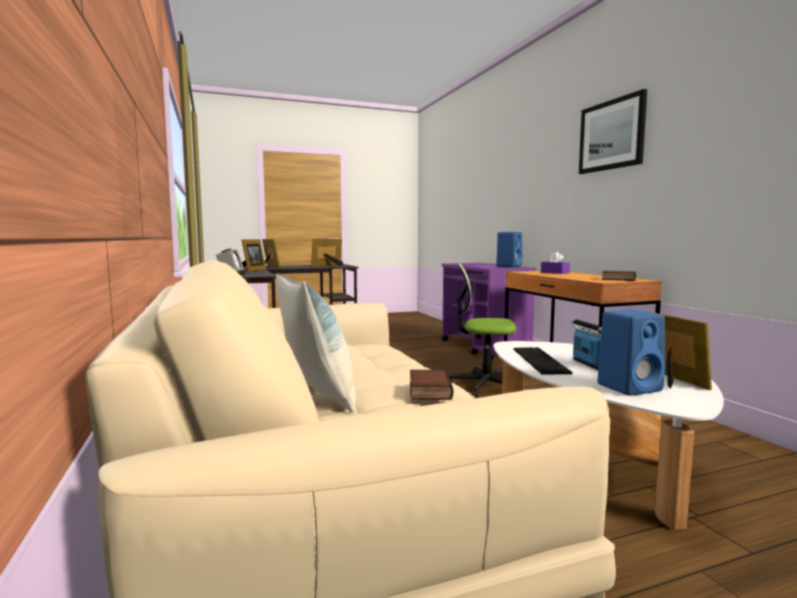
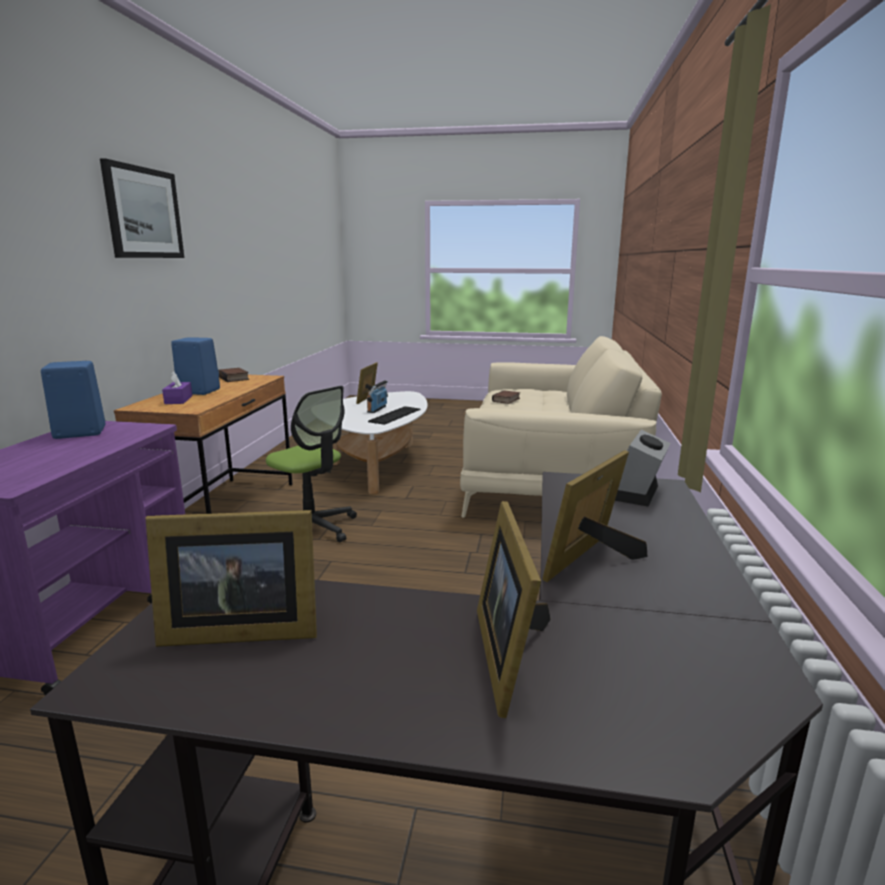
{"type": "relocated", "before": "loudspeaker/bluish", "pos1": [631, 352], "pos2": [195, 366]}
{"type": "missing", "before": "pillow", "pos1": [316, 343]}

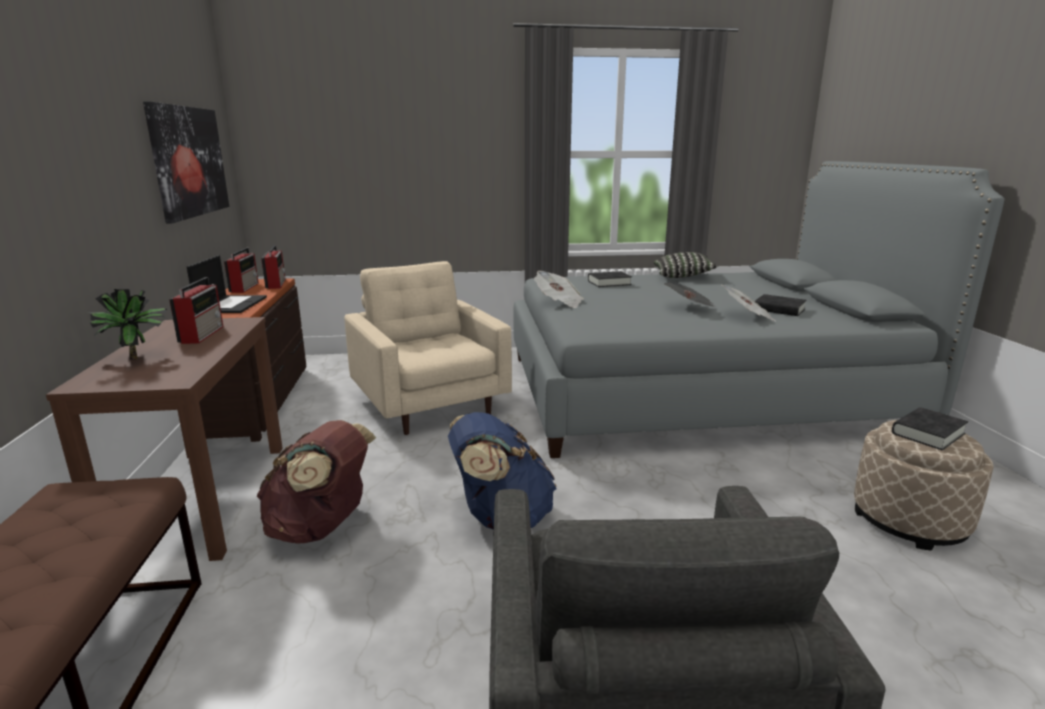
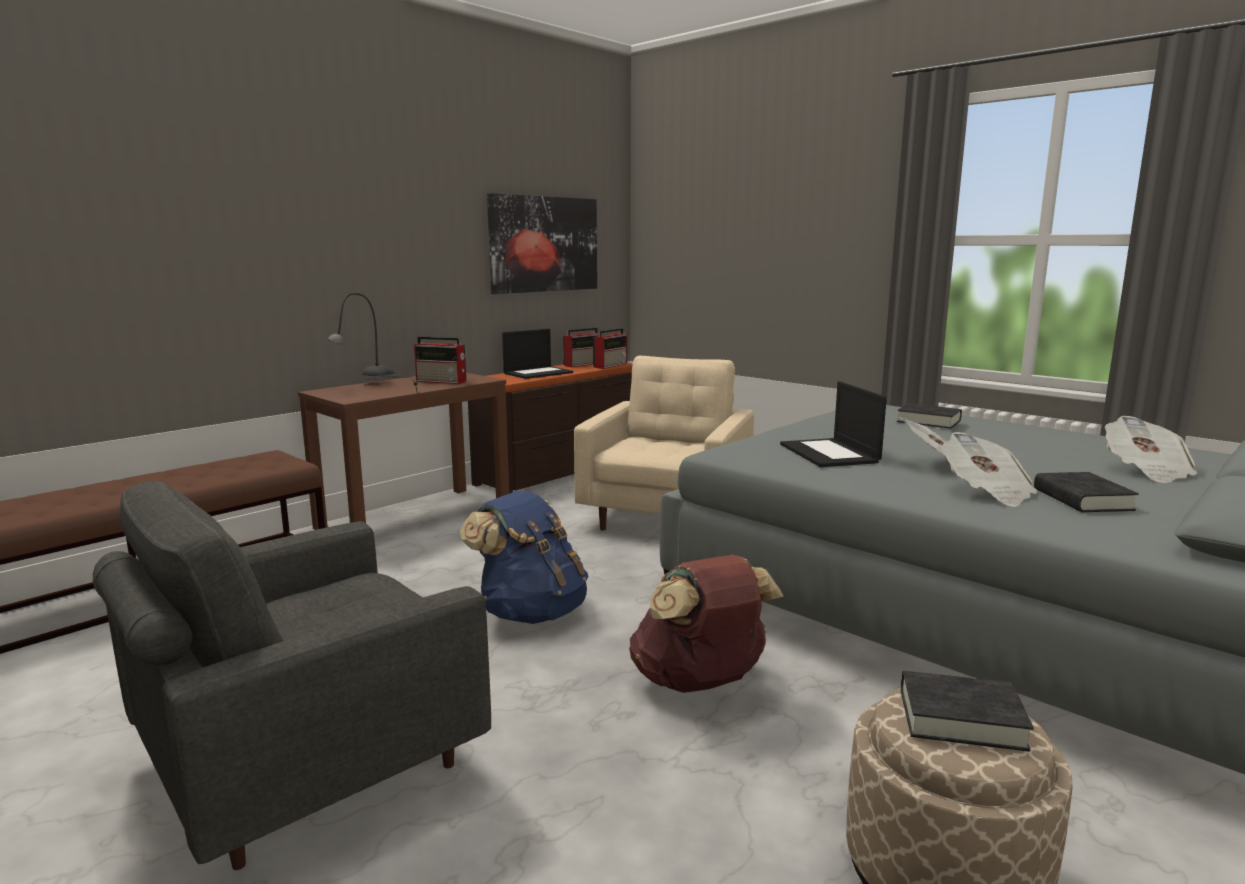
{"type": "exchanged", "before": "houseplant", "after": "table lamp/gray", "pos1": [127, 324], "pos2": [373, 342]}
{"type": "spun", "before": "radio", "pos1": [196, 310], "pos2": [440, 360], "turn": 60}
{"type": "relocated", "before": "rucksack/brownish", "pos1": [316, 481], "pos2": [706, 624]}
{"type": "appeared", "after": "portable computer", "pos2": [833, 424]}
{"type": "relocated", "before": "printed paper", "pos1": [559, 289], "pos2": [1151, 449]}
{"type": "missing", "before": "pillow", "pos1": [686, 265]}

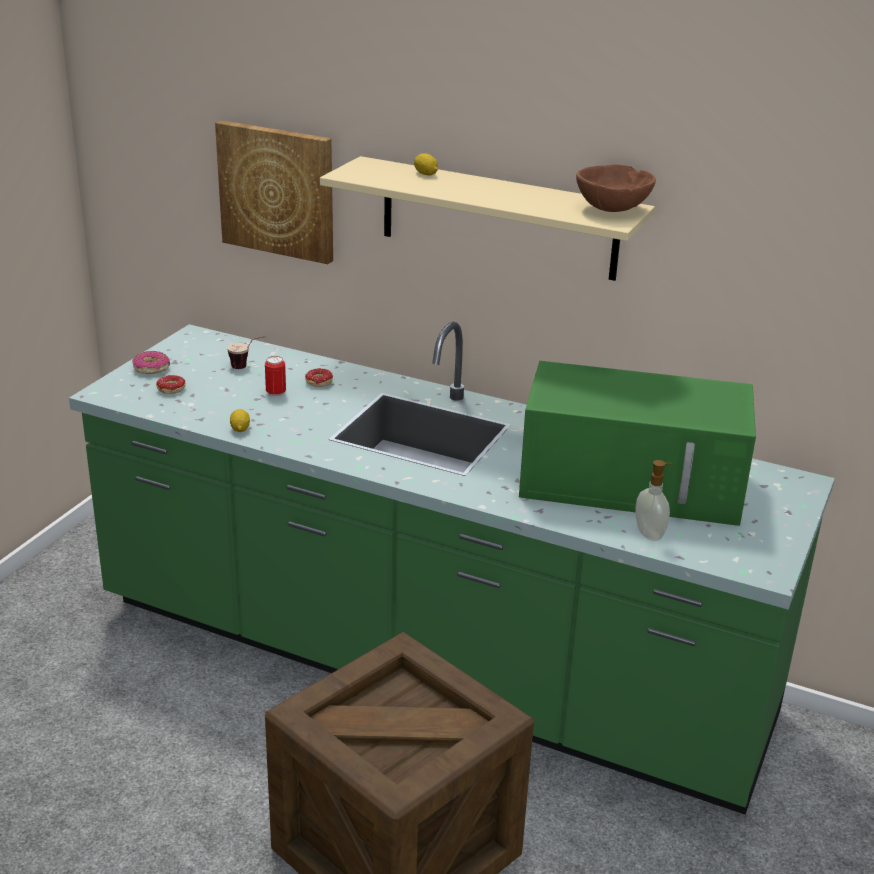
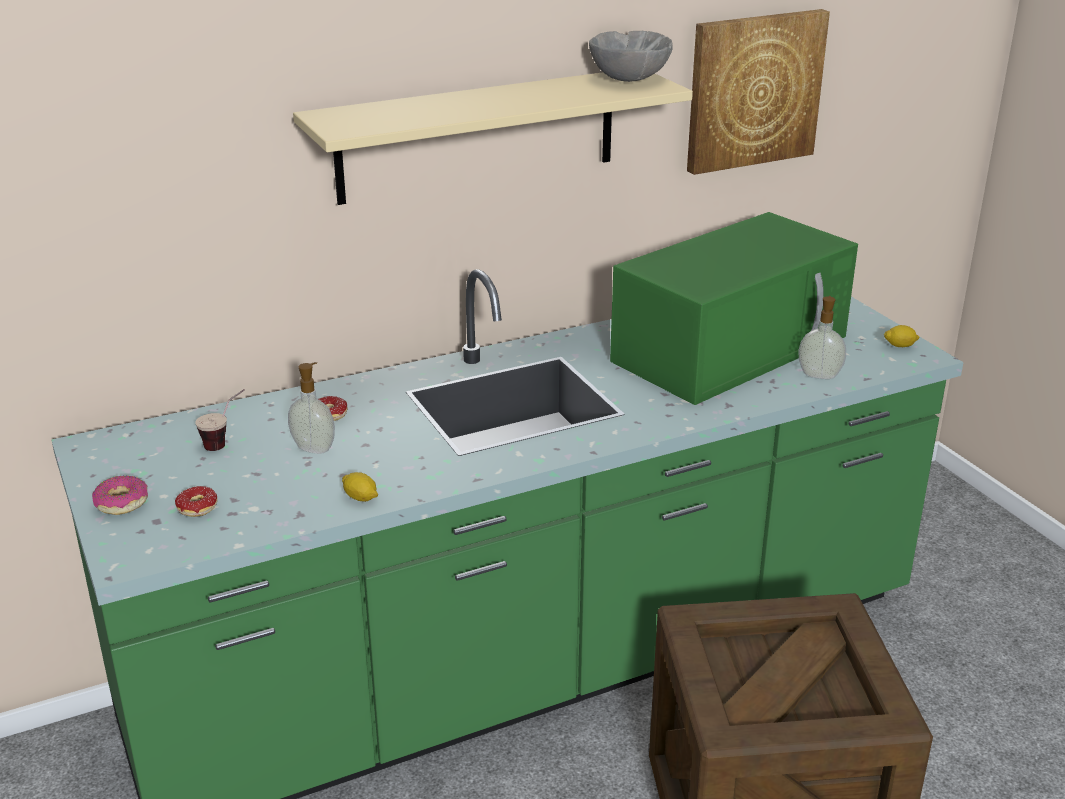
{"type": "exchanged", "before": "sealed can", "after": "liquid soap bottle", "pos1": [275, 376], "pos2": [311, 408]}
{"type": "colour", "before": "deep dish/brownish", "after": "deep dish/gray", "pos1": [616, 188], "pos2": [631, 56]}
{"type": "relocated", "before": "wall art", "pos1": [274, 192], "pos2": [758, 92]}
{"type": "relocated", "before": "citrus fruit", "pos1": [426, 164], "pos2": [902, 336]}

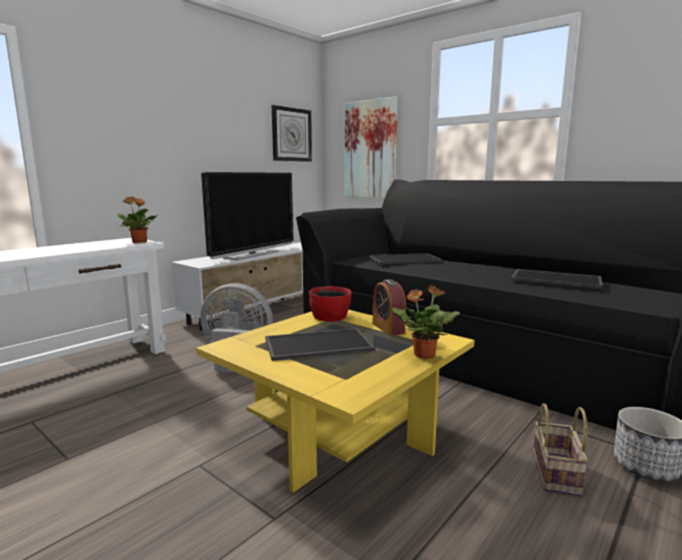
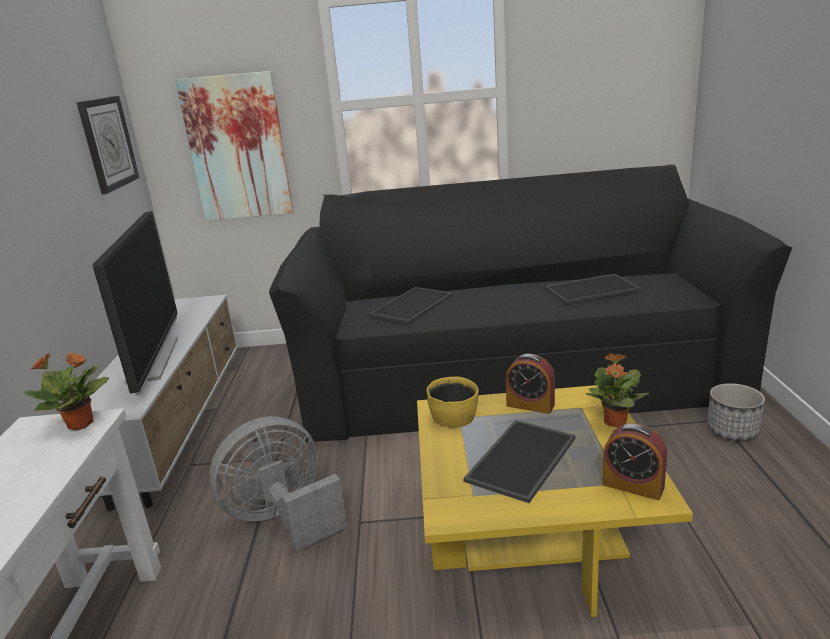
{"type": "colour", "before": "deep dish/red-coloured", "after": "deep dish/yellow", "pos1": [330, 304], "pos2": [452, 402]}
{"type": "appeared", "after": "bedside clock", "pos2": [634, 461]}
{"type": "missing", "before": "household basket", "pos1": [560, 449]}

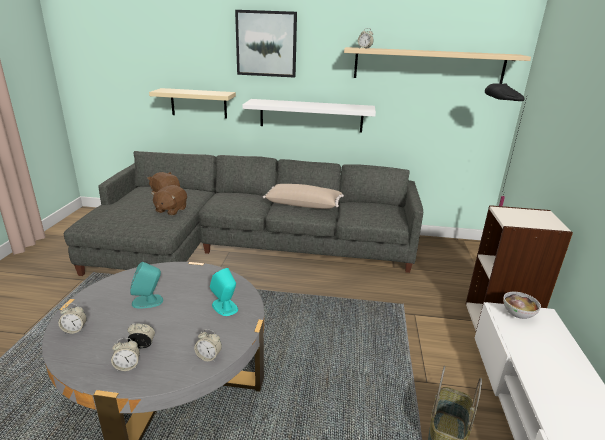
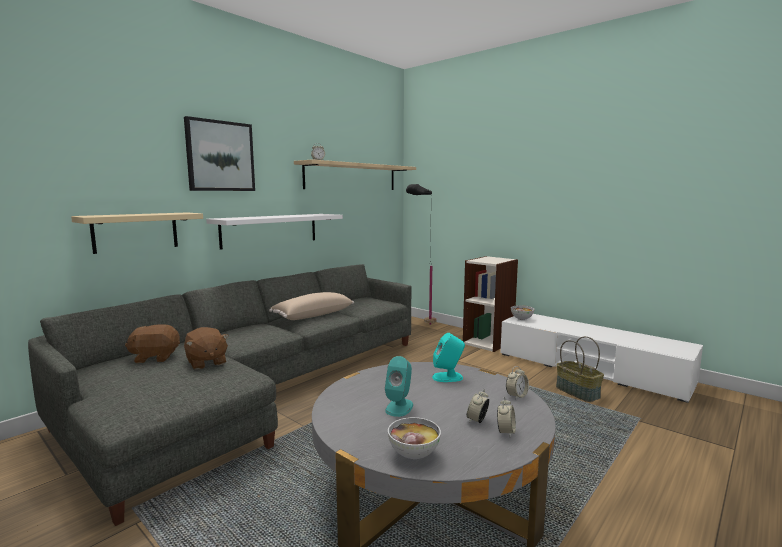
{"type": "exchanged", "before": "bedside clock", "after": "deep dish", "pos1": [72, 319], "pos2": [414, 438]}

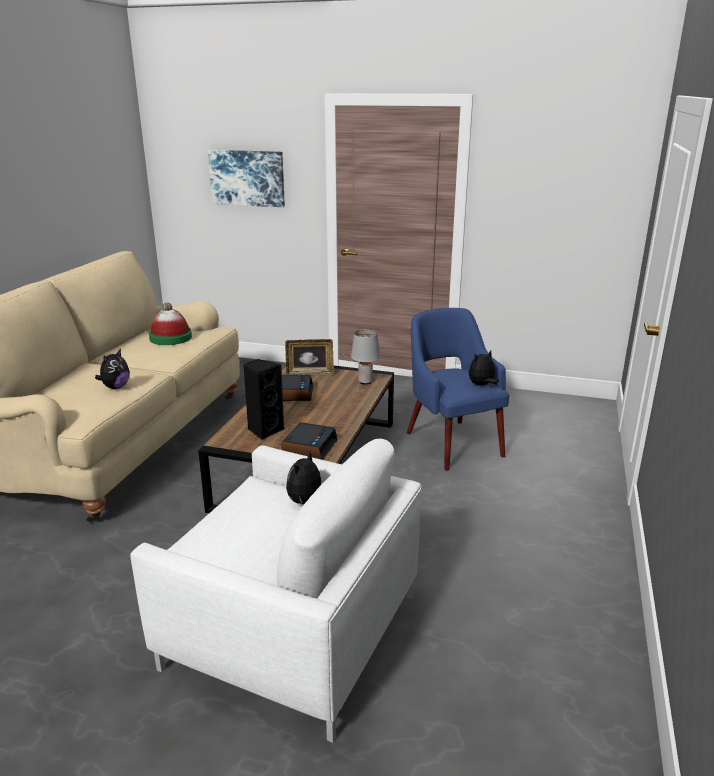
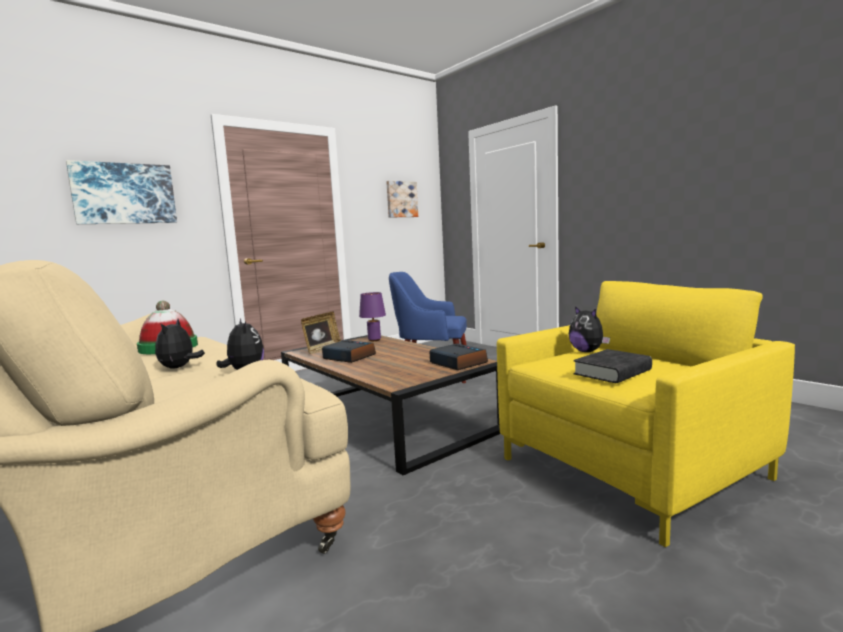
{"type": "relocated", "before": "cuddly toy", "pos1": [484, 368], "pos2": [180, 344]}
{"type": "colour", "before": "table lamp/gray", "after": "table lamp/purple", "pos1": [365, 357], "pos2": [372, 316]}
{"type": "appeared", "after": "wall art", "pos2": [402, 199]}
{"type": "colour", "before": "armchair/whitish", "after": "armchair/yellow", "pos1": [275, 591], "pos2": [646, 414]}
{"type": "appeared", "after": "book/blackish", "pos2": [612, 366]}
{"type": "missing", "before": "loudspeaker/blackish", "pos1": [263, 399]}

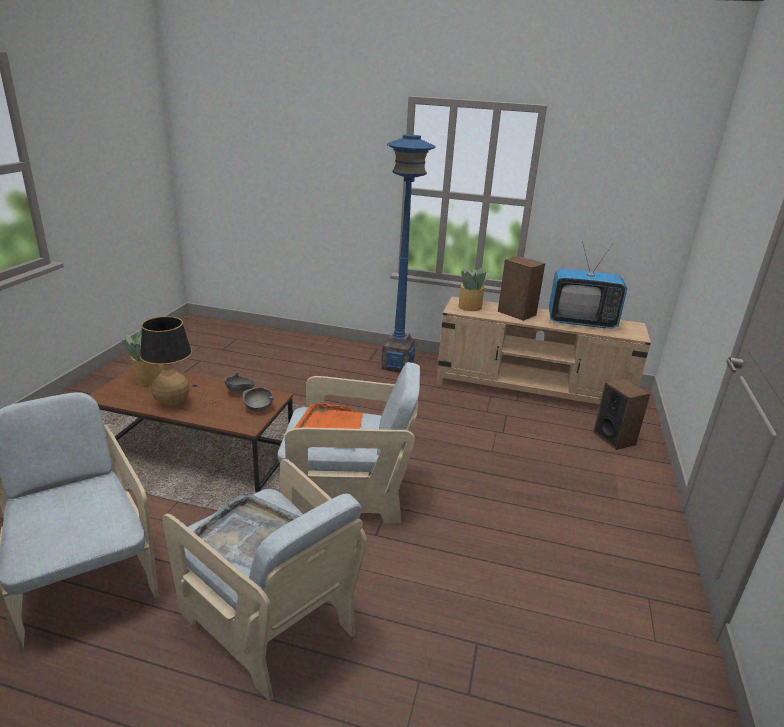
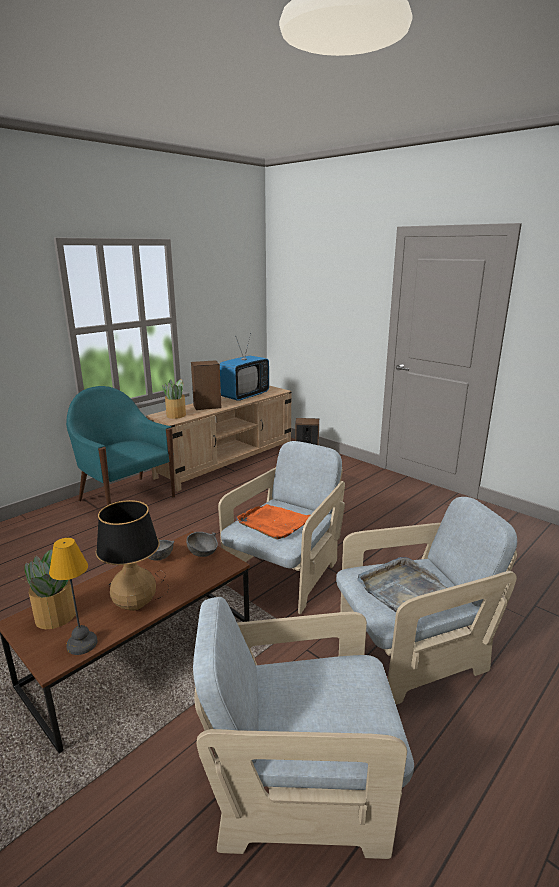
{"type": "appeared", "after": "table lamp", "pos2": [73, 596]}
{"type": "exchanged", "before": "standard lamp/bluish", "after": "armchair/turquoise", "pos1": [408, 253], "pos2": [120, 445]}

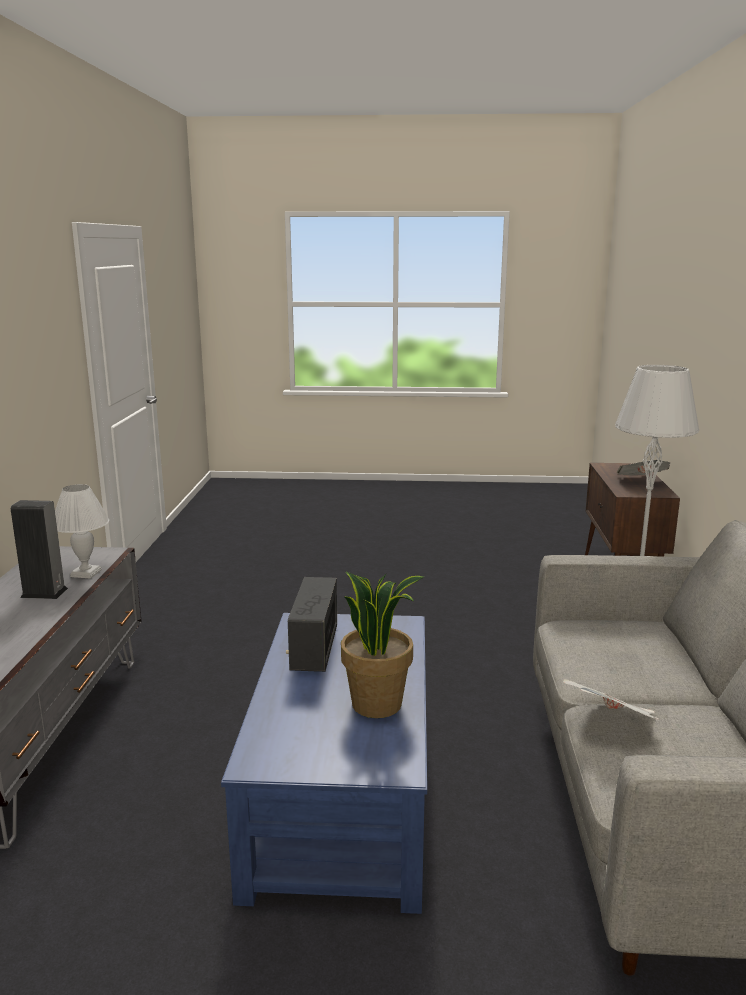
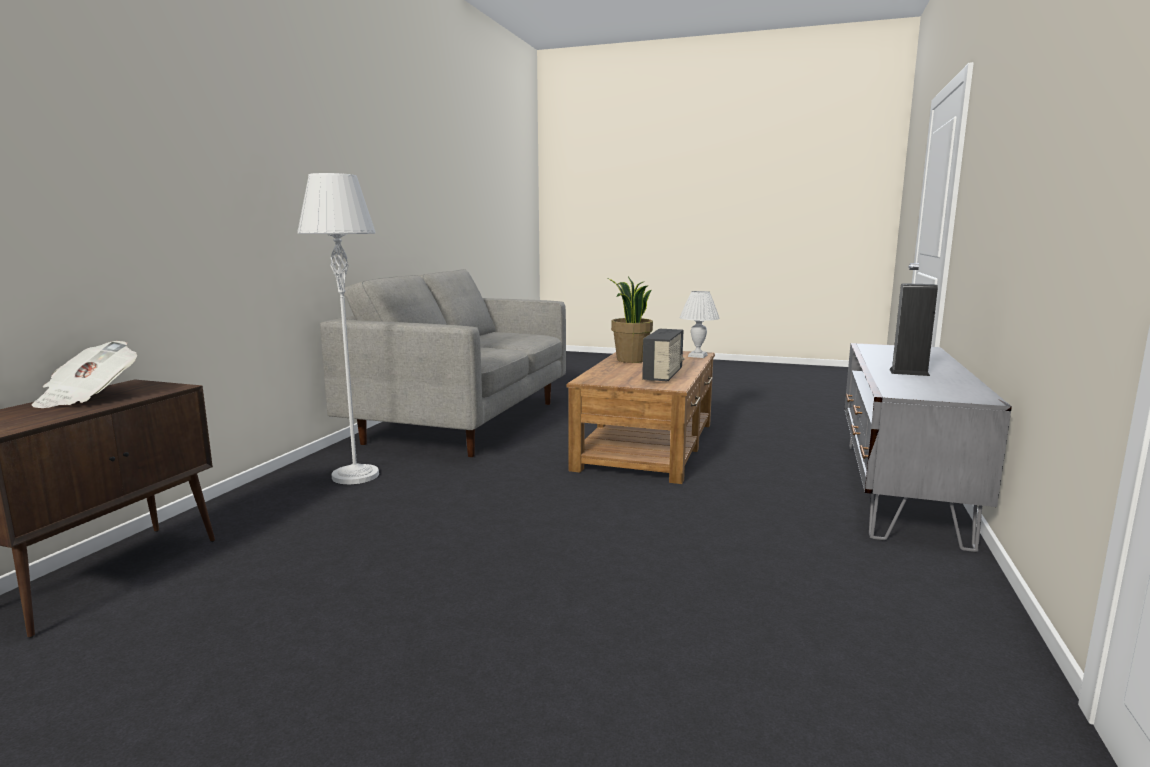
{"type": "colour", "before": "lounge table/bluish", "after": "lounge table/brownish", "pos1": [324, 763], "pos2": [640, 417]}
{"type": "relocated", "before": "table lamp/whitish", "pos1": [82, 531], "pos2": [700, 324]}
{"type": "missing", "before": "printed paper", "pos1": [610, 699]}

